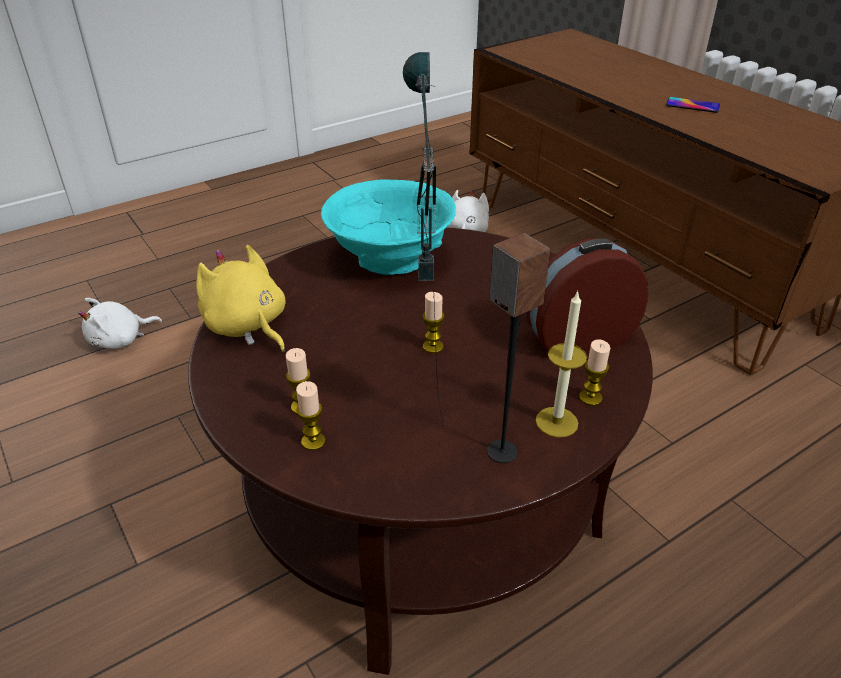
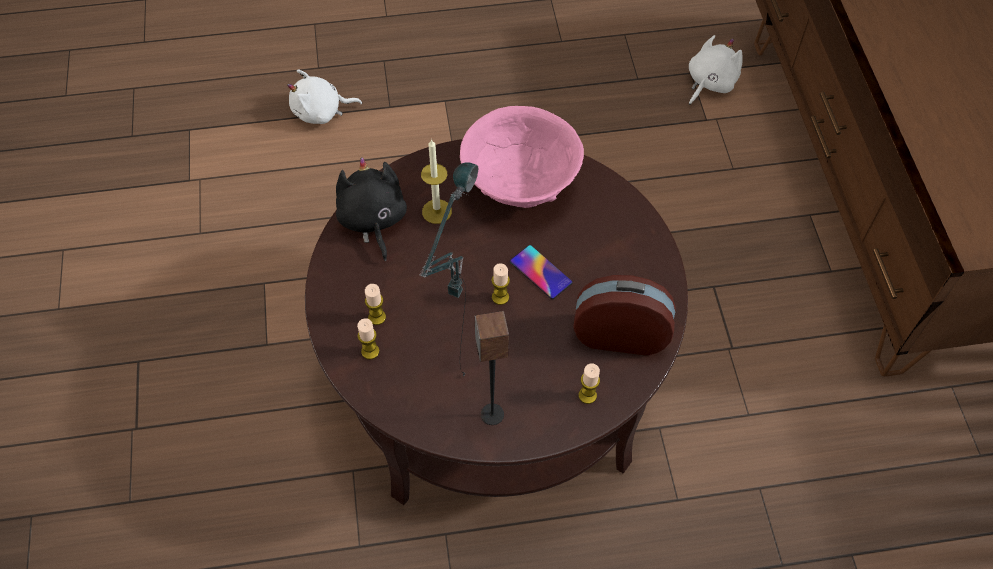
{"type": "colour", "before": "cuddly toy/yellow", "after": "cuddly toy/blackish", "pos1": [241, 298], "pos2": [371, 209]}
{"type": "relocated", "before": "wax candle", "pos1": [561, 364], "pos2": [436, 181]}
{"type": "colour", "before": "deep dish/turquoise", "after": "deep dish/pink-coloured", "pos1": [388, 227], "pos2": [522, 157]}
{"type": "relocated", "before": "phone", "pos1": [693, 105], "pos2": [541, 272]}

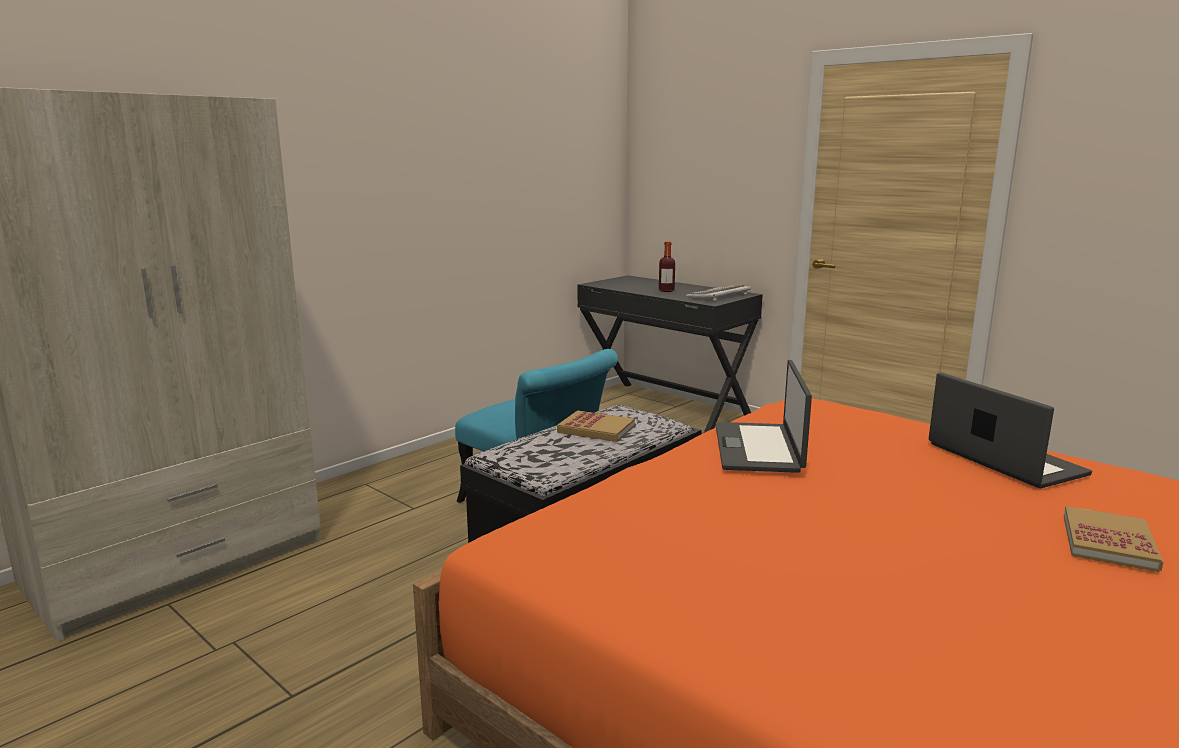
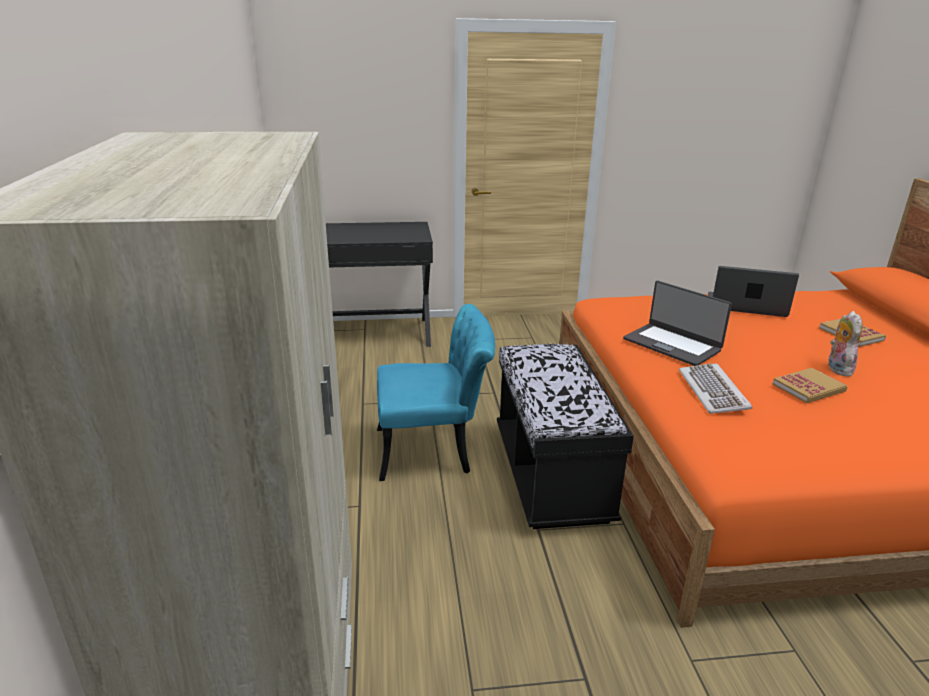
{"type": "relocated", "before": "computer keyboard", "pos1": [718, 293], "pos2": [715, 388]}
{"type": "relocated", "before": "book", "pos1": [596, 426], "pos2": [809, 385]}
{"type": "appeared", "after": "cuddly toy", "pos2": [845, 344]}
{"type": "missing", "before": "beverage bottle", "pos1": [667, 266]}

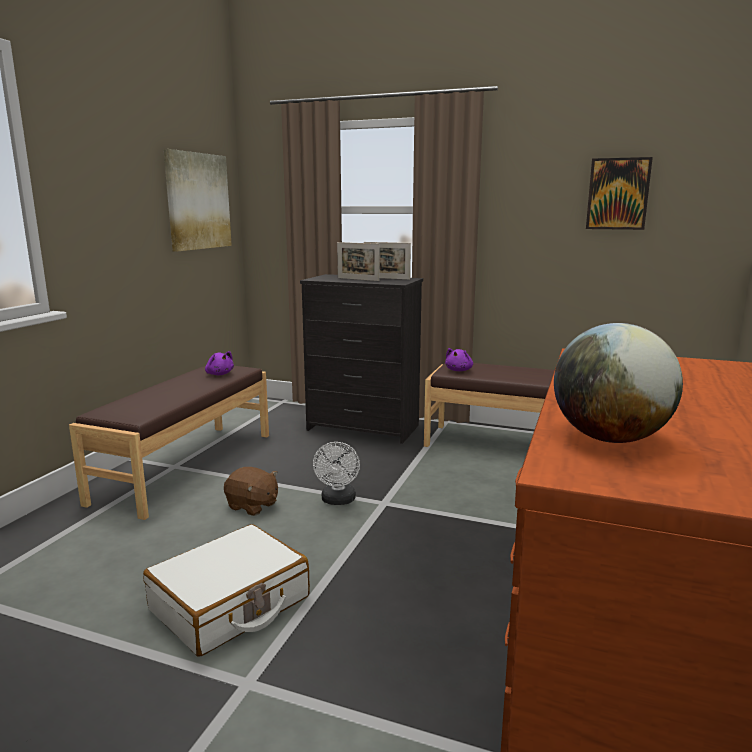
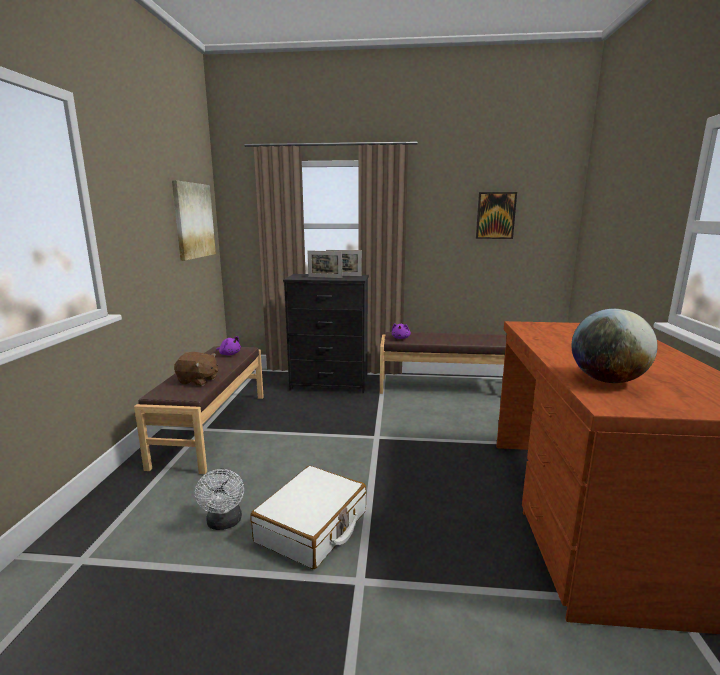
{"type": "relocated", "before": "cuddly toy/brownish", "pos1": [251, 491], "pos2": [196, 369]}
{"type": "relocated", "before": "cooling fan/whitish", "pos1": [336, 473], "pos2": [219, 499]}

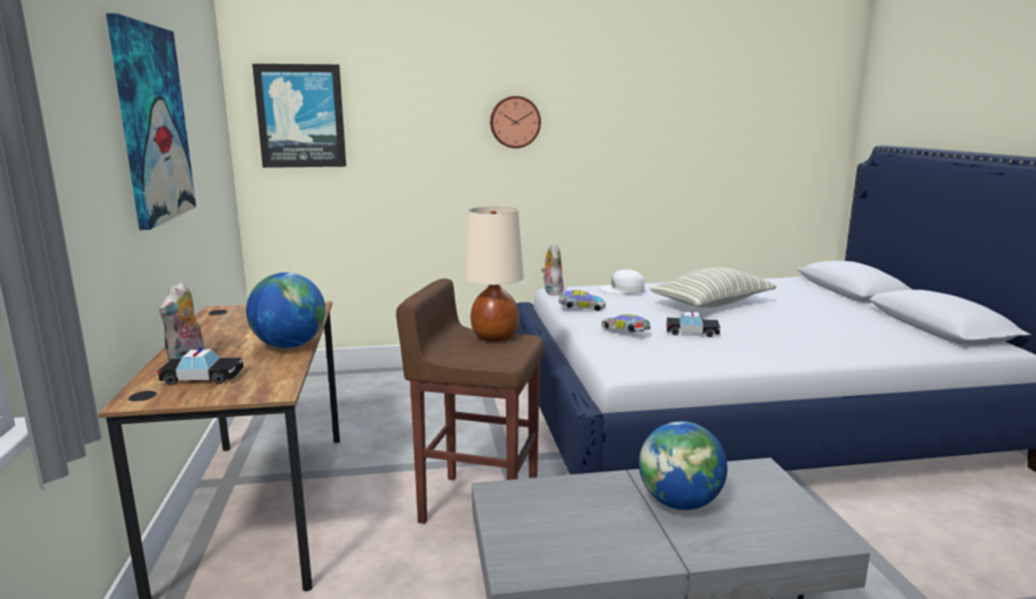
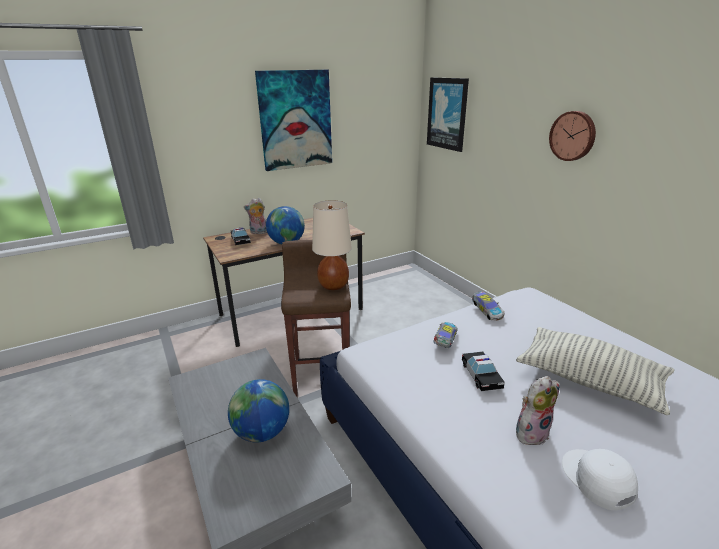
{"type": "relocated", "before": "cuddly toy", "pos1": [552, 269], "pos2": [538, 412]}
{"type": "relocated", "before": "baseball cap/whitish", "pos1": [622, 282], "pos2": [600, 479]}

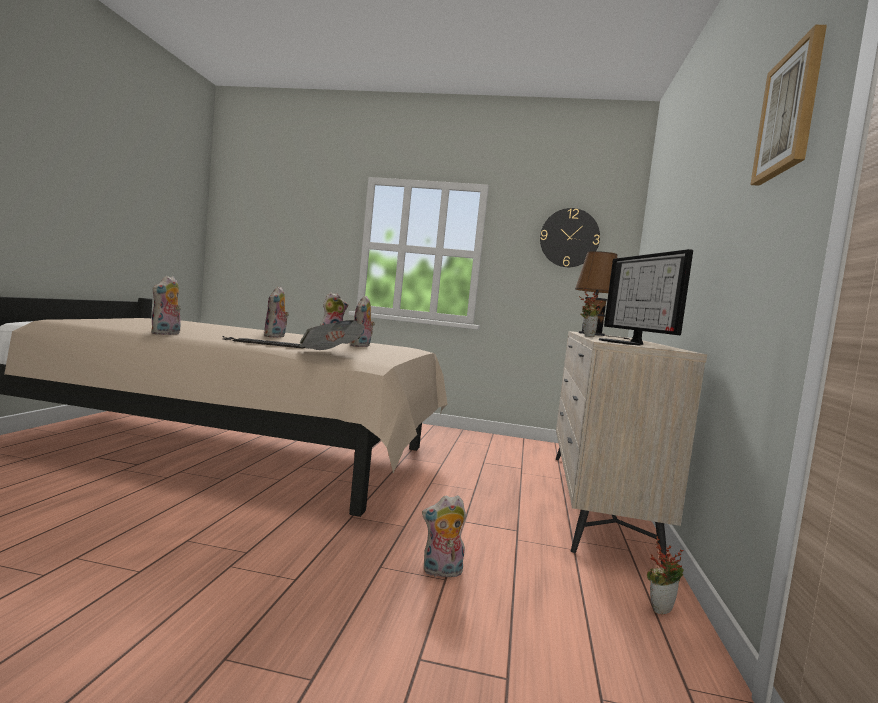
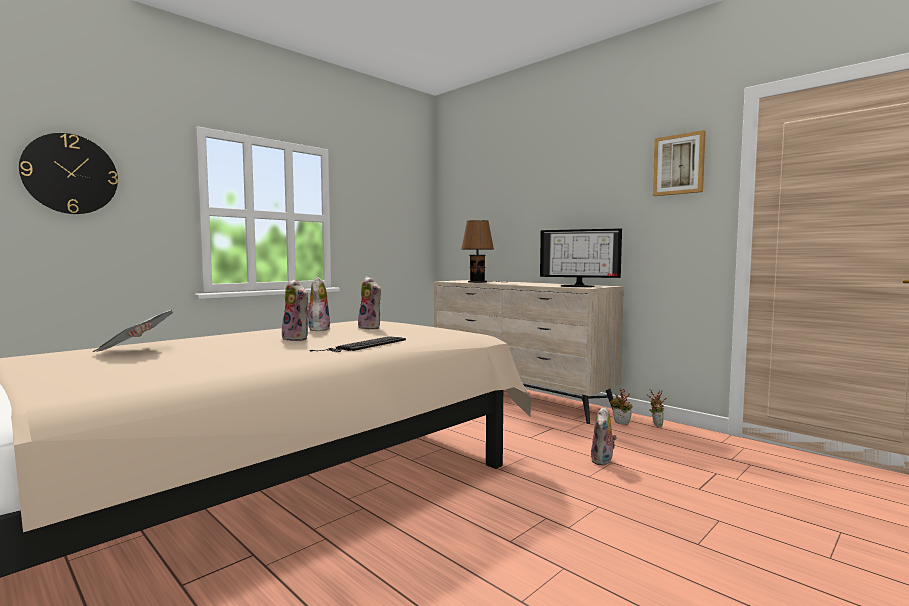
{"type": "relocated", "before": "clock on the wall", "pos1": [570, 237], "pos2": [68, 173]}
{"type": "relocated", "before": "printed paper", "pos1": [332, 335], "pos2": [132, 330]}
{"type": "relocated", "before": "houseplant", "pos1": [591, 312], "pos2": [621, 406]}
{"type": "missing", "before": "cuddly toy", "pos1": [166, 305]}

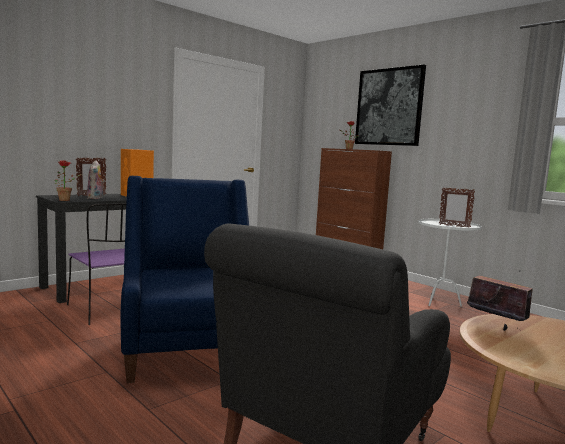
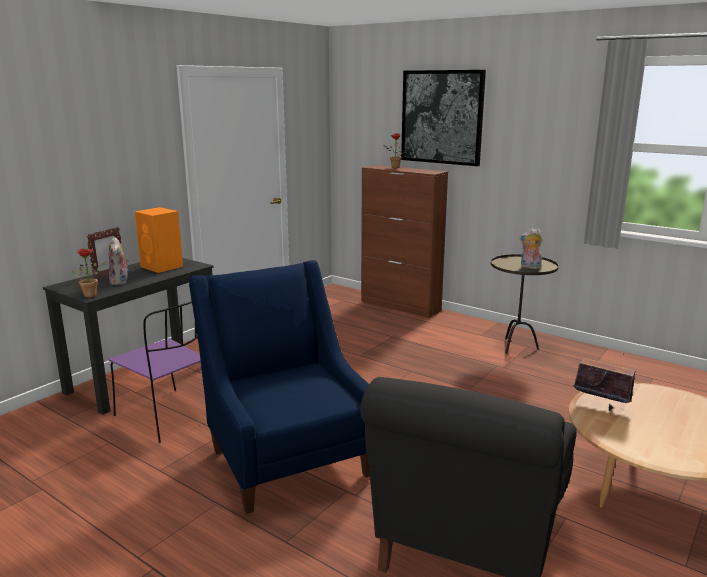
{"type": "colour", "before": "accent table/whitish", "after": "accent table/brownish", "pos1": [450, 263], "pos2": [525, 304]}
{"type": "exchanged", "before": "photo frame", "after": "cuddly toy", "pos1": [457, 207], "pos2": [531, 248]}

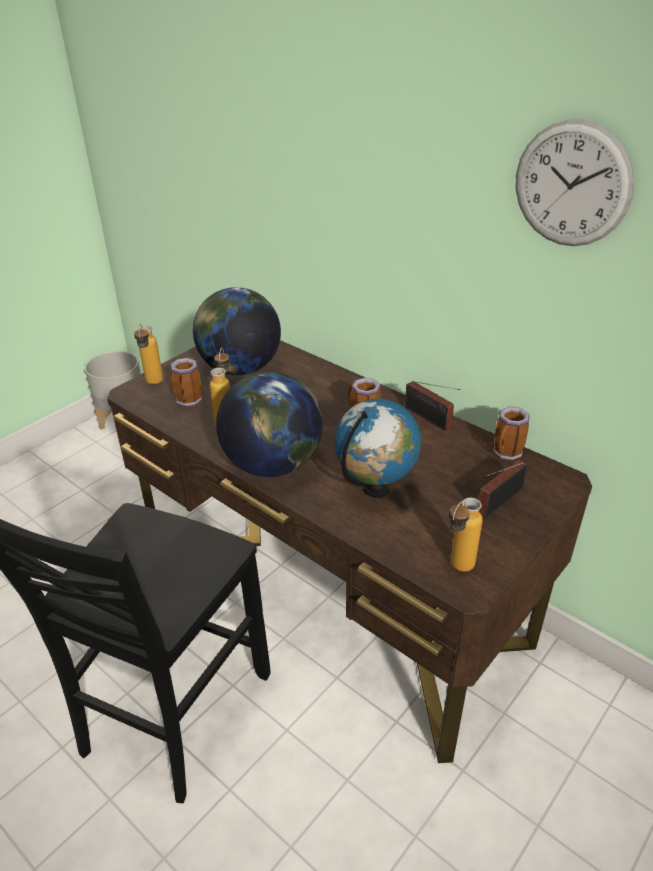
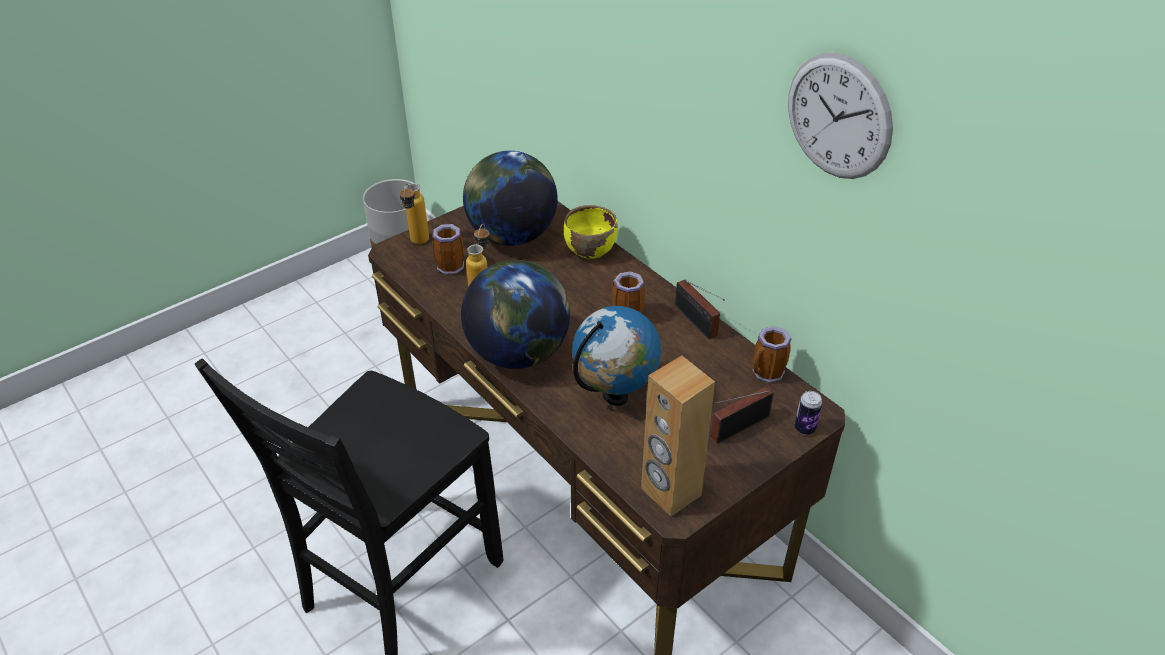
{"type": "appeared", "after": "deep dish/yellow", "pos2": [591, 232]}
{"type": "exchanged", "before": "beverage bottle", "after": "loudspeaker/brownish", "pos1": [466, 535], "pos2": [678, 436]}
{"type": "appeared", "after": "sealed can", "pos2": [808, 413]}

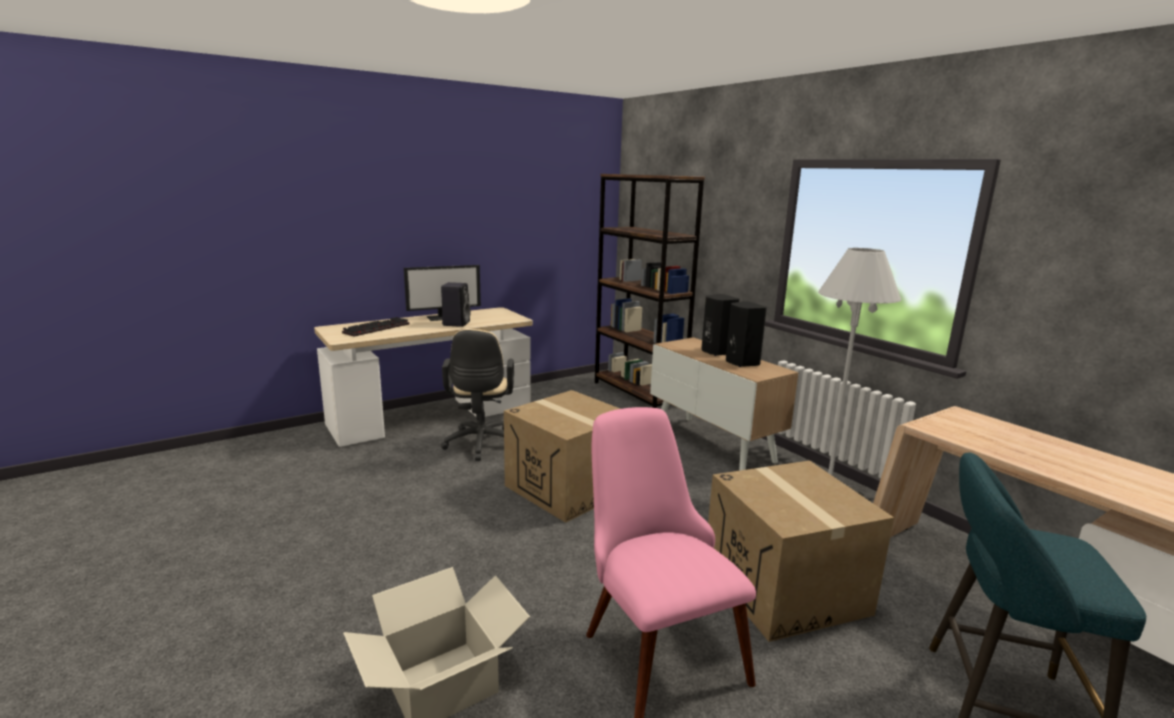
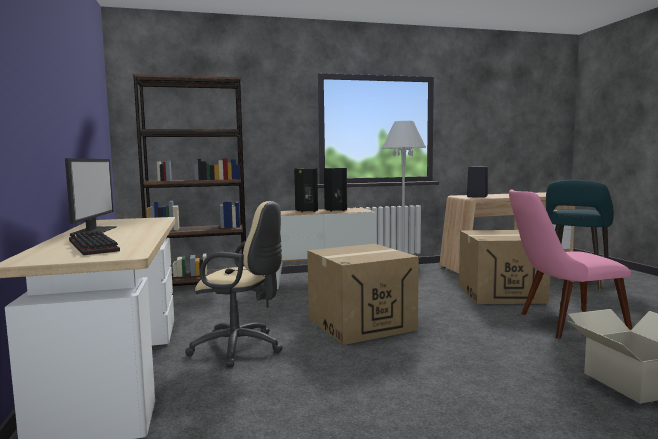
{"type": "relocated", "before": "loudspeaker/blackish", "pos1": [455, 304], "pos2": [477, 182]}

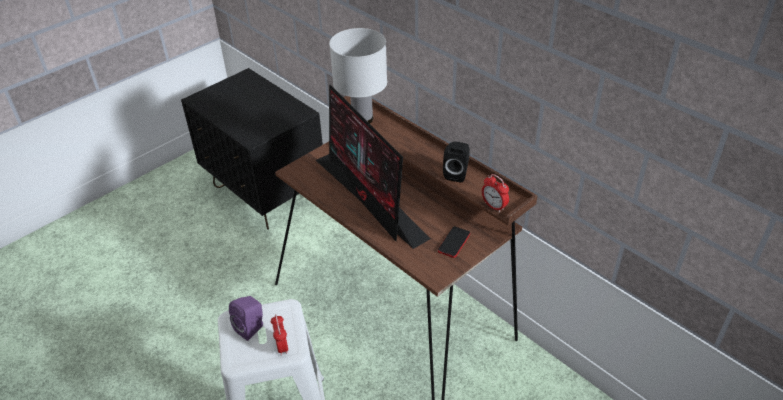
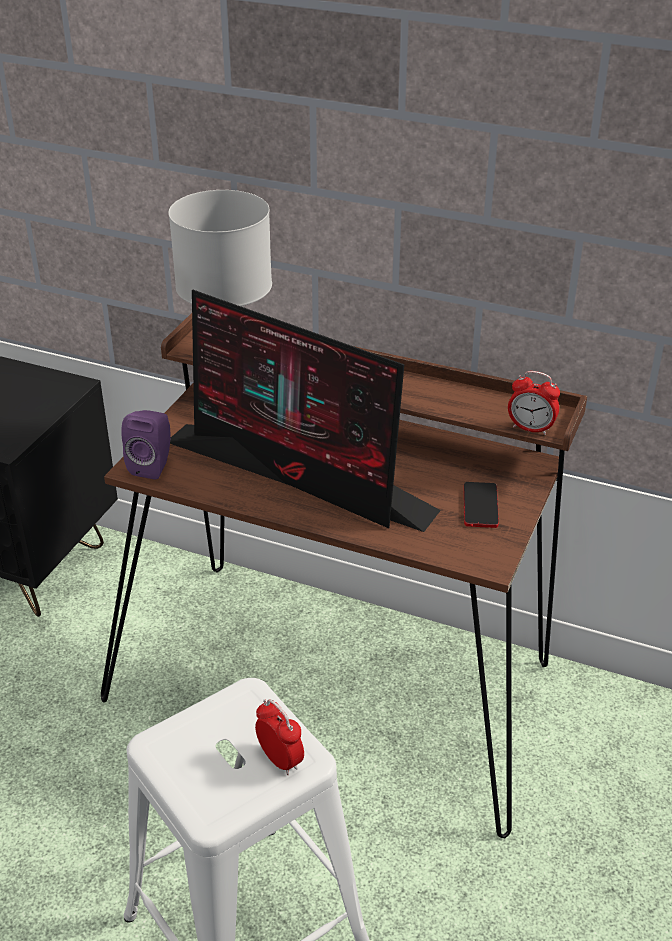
{"type": "relocated", "before": "loudspeaker/purple", "pos1": [246, 318], "pos2": [146, 445]}
{"type": "missing", "before": "loudspeaker/blackish", "pos1": [456, 162]}

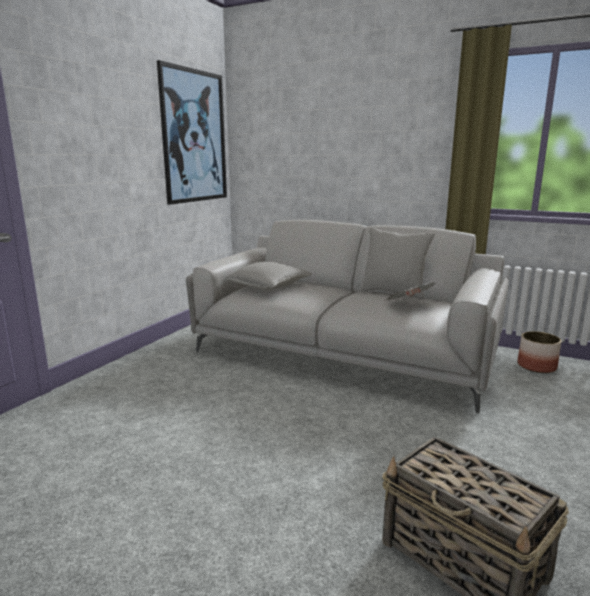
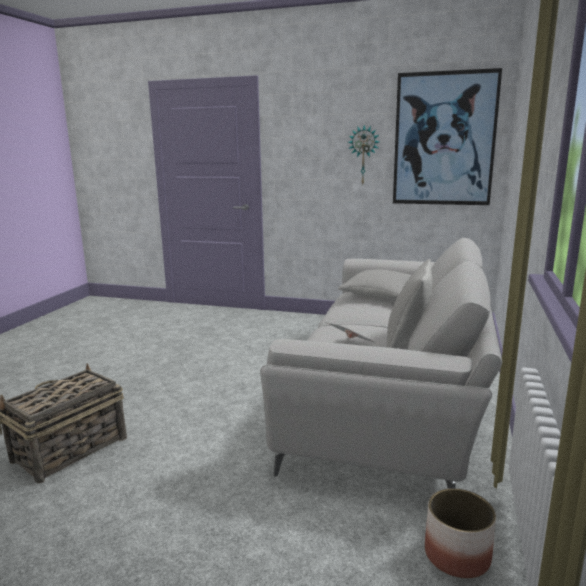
{"type": "appeared", "after": "clock on the wall", "pos2": [364, 154]}

